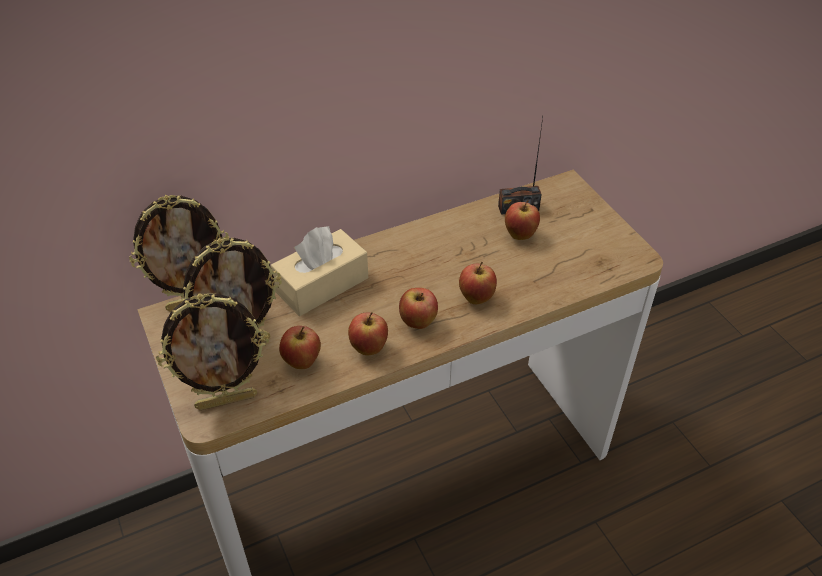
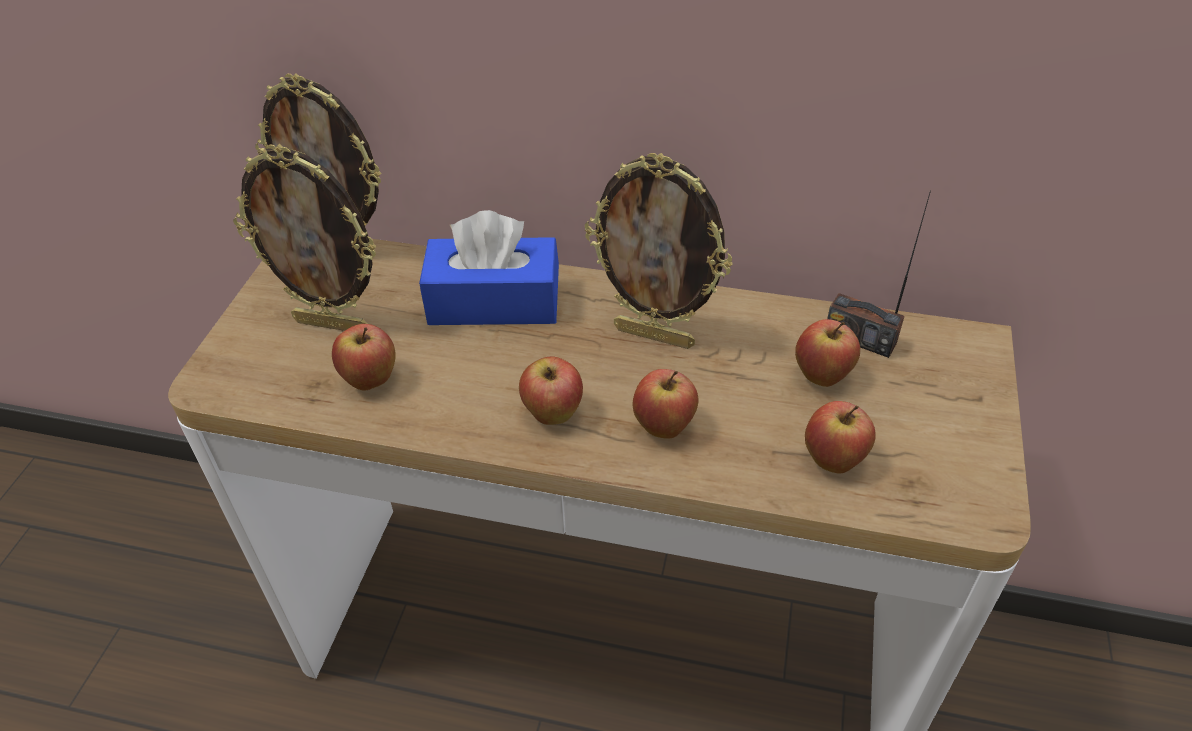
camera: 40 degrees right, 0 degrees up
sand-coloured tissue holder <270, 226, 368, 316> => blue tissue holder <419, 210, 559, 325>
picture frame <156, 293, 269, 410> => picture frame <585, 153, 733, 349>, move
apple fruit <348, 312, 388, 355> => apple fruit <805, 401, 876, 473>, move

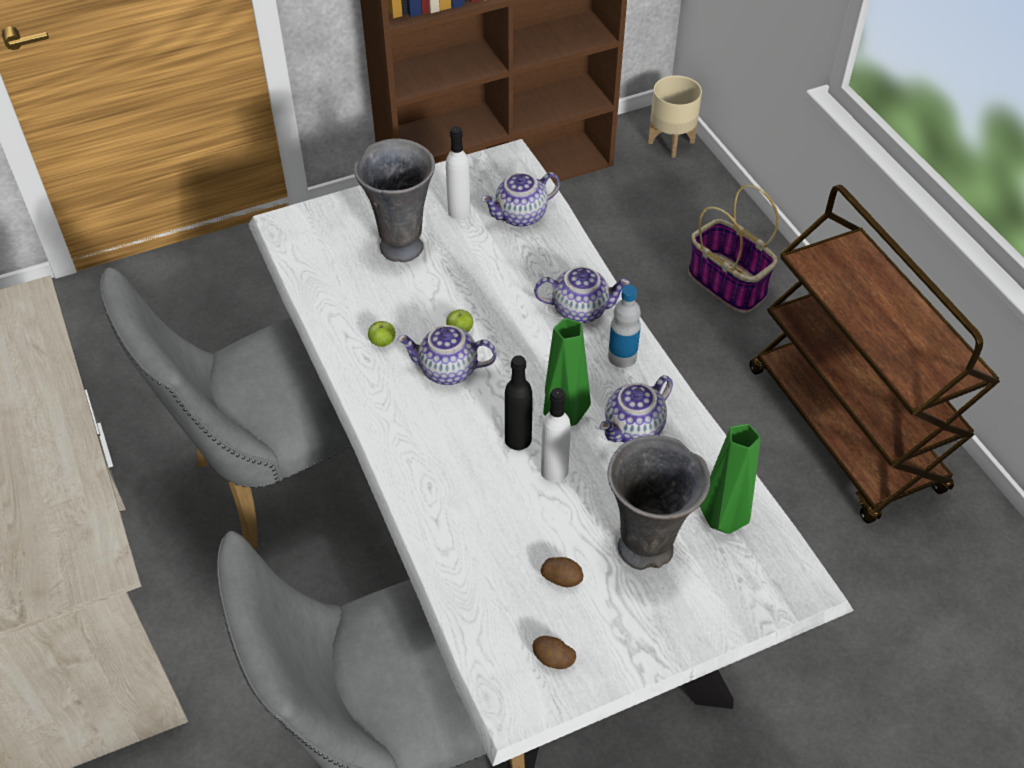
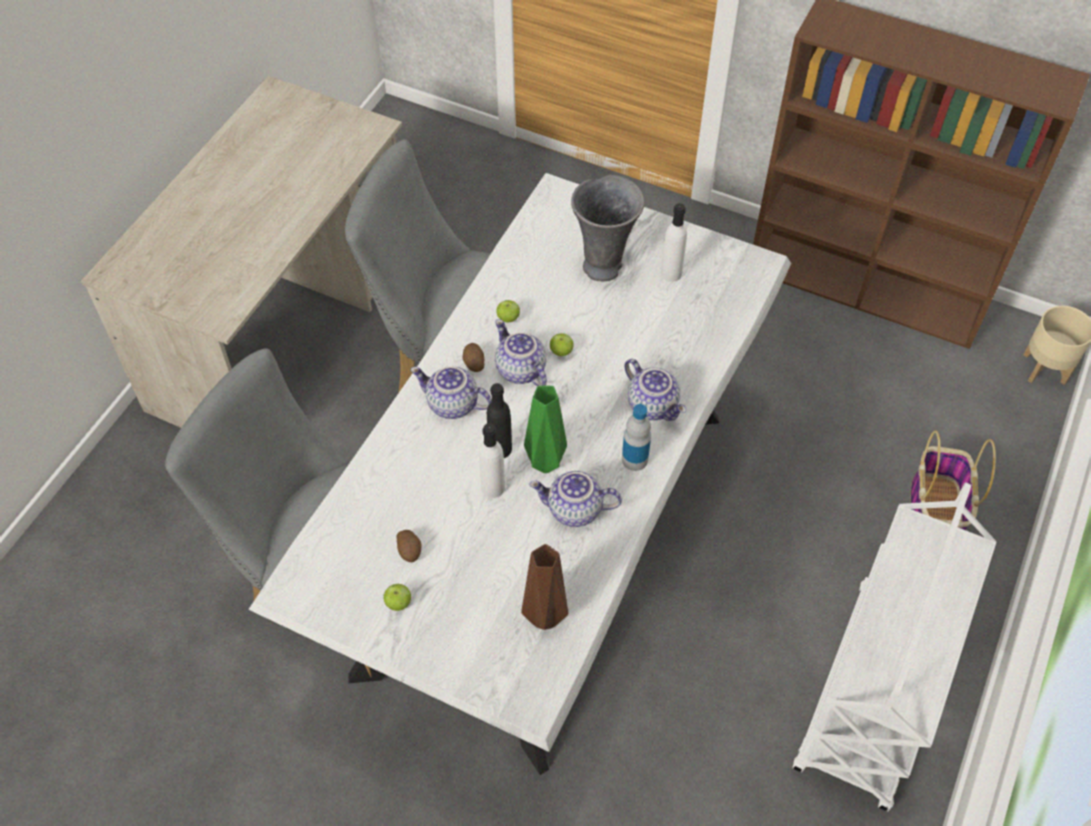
camera: 50 degrees right, 5 degrees up
nothing => apple fruit <384, 584, 411, 611>
tea pot <481, 172, 560, 227> => tea pot <411, 367, 492, 419>, move
spud <532, 636, 576, 669> => spud <462, 343, 484, 372>, move
greenish vase <700, 424, 761, 534> => brown vase <521, 544, 568, 630>
brown cart <749, 185, 1000, 524> => white cart <792, 482, 996, 812>
greyish vase <607, 435, 710, 570> => nothing

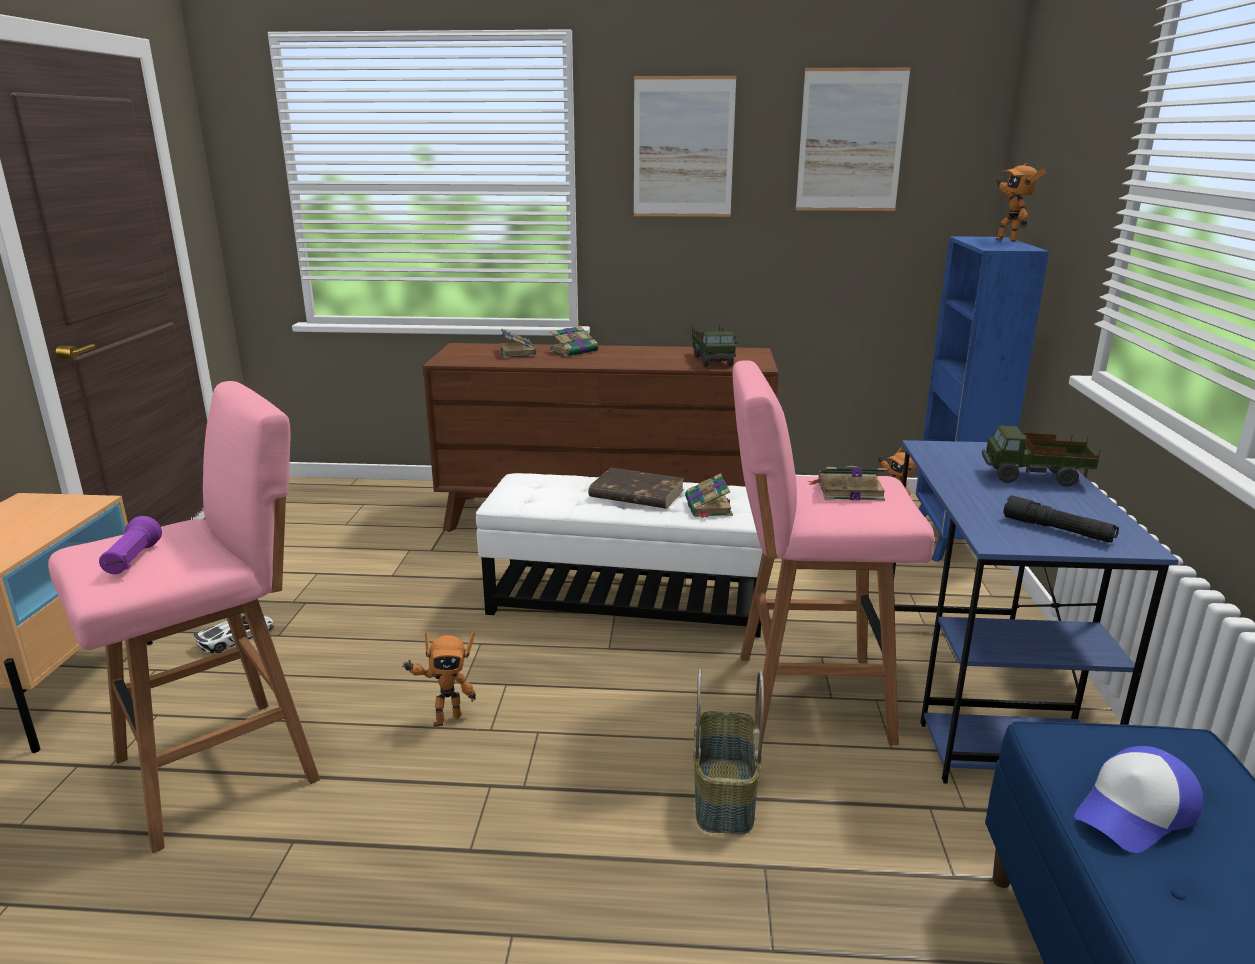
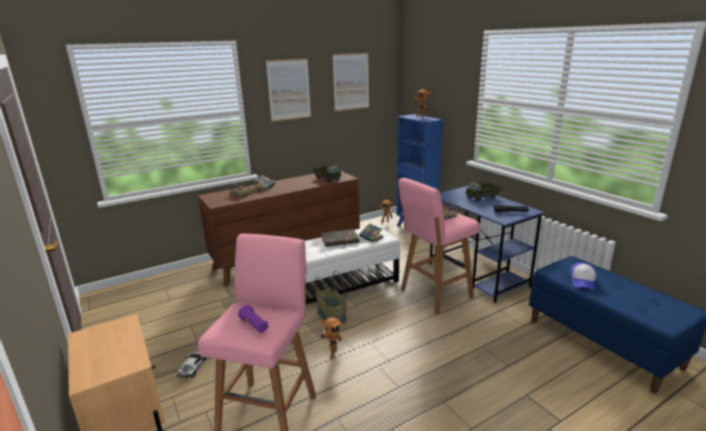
camera: 35 degrees left, 0 degrees up
household basket <693, 668, 764, 834> => household basket <315, 271, 347, 325>, move

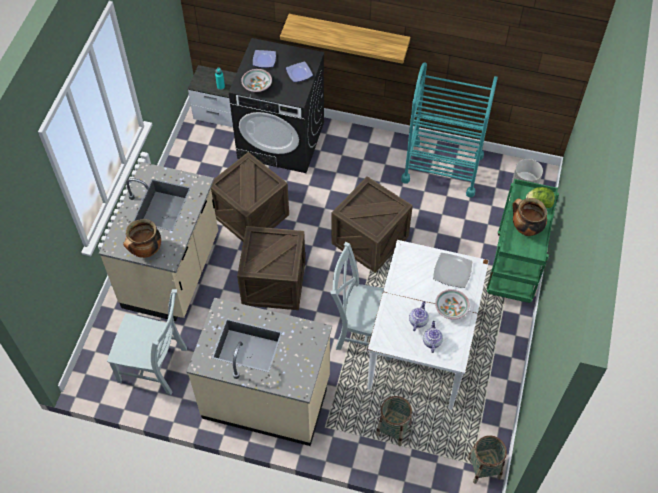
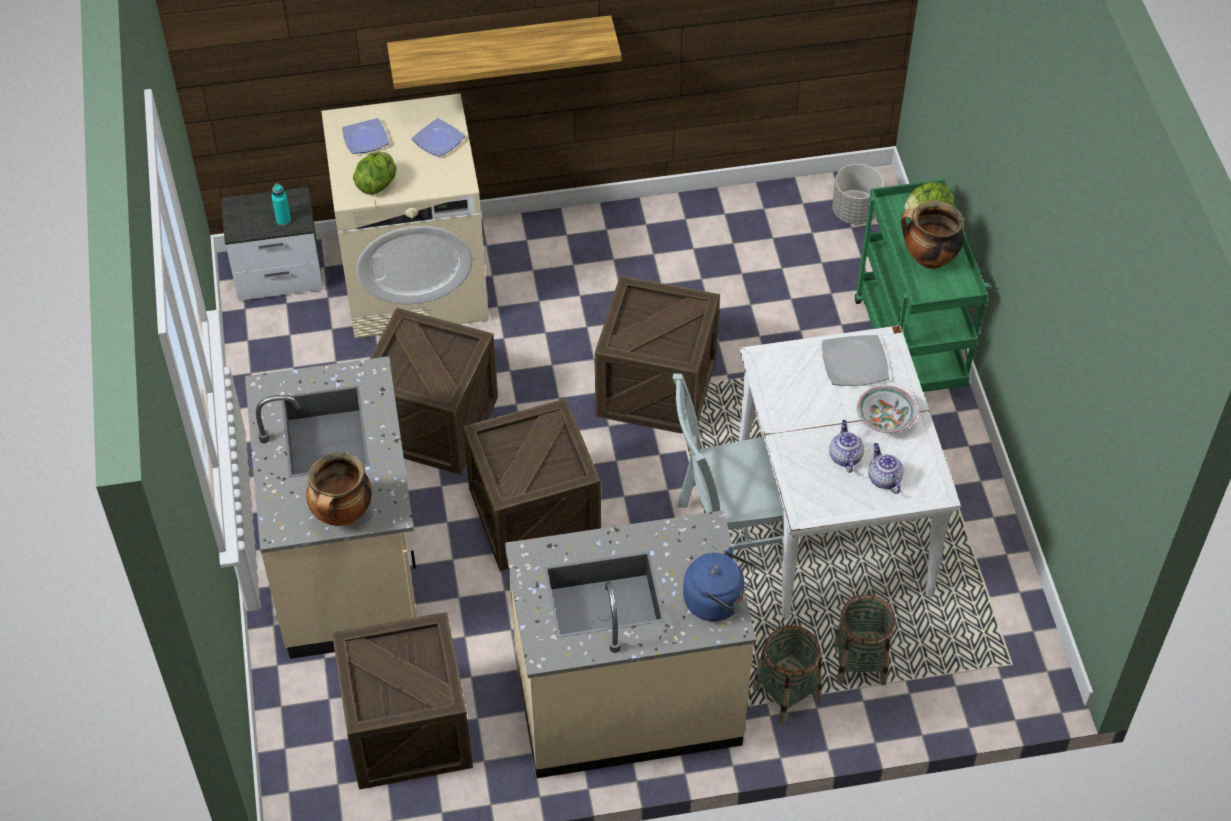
camera: 25 degrees left, 5 degrees down
blackish laundry machine <229, 38, 324, 173> => sand-coloured laundry machine <321, 93, 489, 339>
greyish upright chair <107, 289, 187, 395> => shipping crate <332, 612, 473, 790>
bowl <241, 69, 272, 92> => head of lettuce <353, 152, 396, 195>
nothing => blue tea kettle <683, 547, 756, 621>
household basket <467, 435, 507, 484> => household basket <753, 625, 822, 724>, move
blue-green cart <401, 62, 498, 197> => nothing

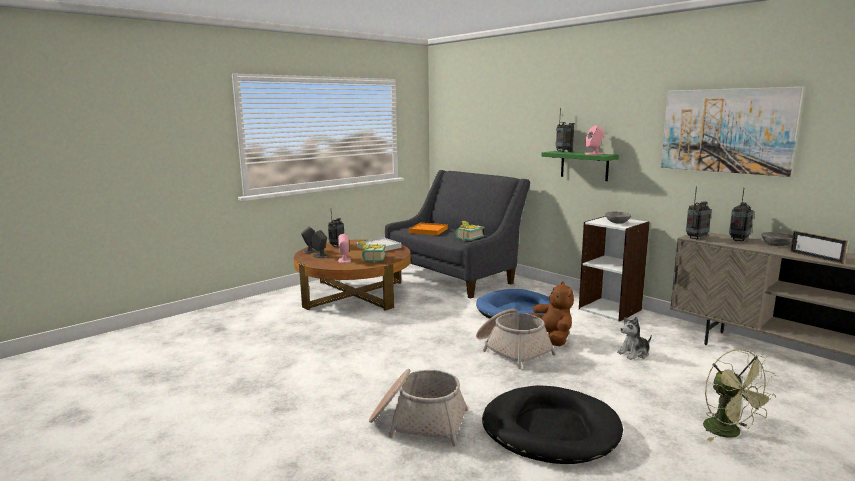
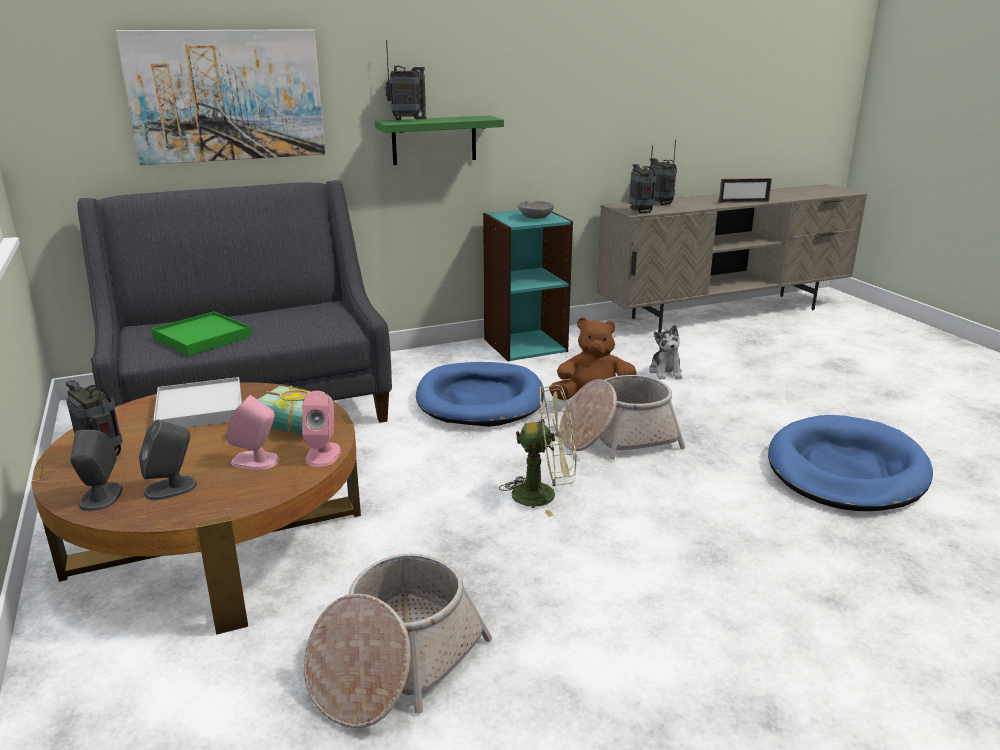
camera: 70 degrees left, 10 degrees up
wall art <661, 87, 804, 177> => wall art <116, 29, 325, 165>, move
orange serving tray <409, 223, 448, 235> => greenish serving tray <151, 311, 252, 356>
pink-coloured loudspeaker <585, 125, 605, 155> => pink-coloured loudspeaker <302, 391, 341, 467>, move
household basket <369, 369, 468, 447> => household basket <304, 554, 492, 728>, move
white bookshelf <579, 216, 650, 322> => blue-green bookshelf <483, 210, 573, 361>
greenish electric fan <703, 349, 776, 441> => greenish electric fan <499, 385, 576, 517>, move
blackish dog cushion <482, 385, 623, 464> => blue dog cushion <768, 415, 933, 511>
bound book <456, 221, 484, 241> => nothing
greyish bowl <761, 232, 793, 246> => nothing

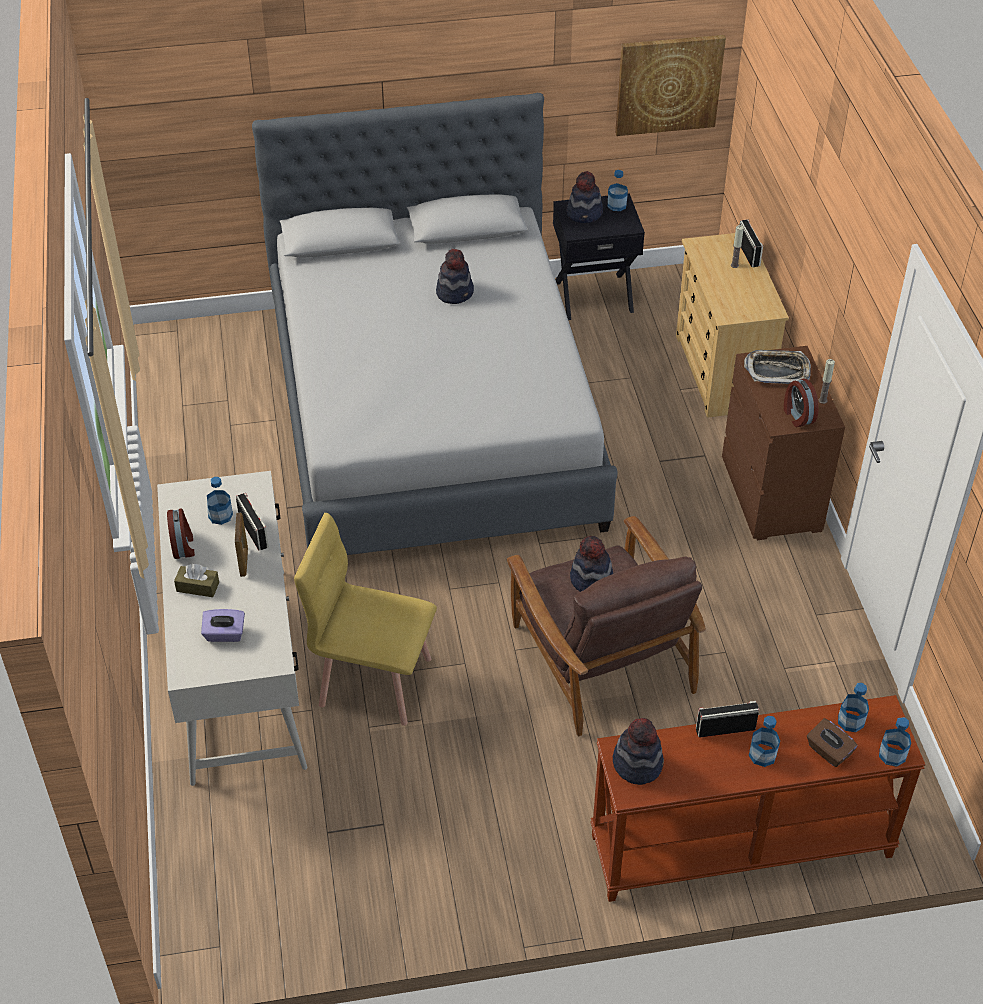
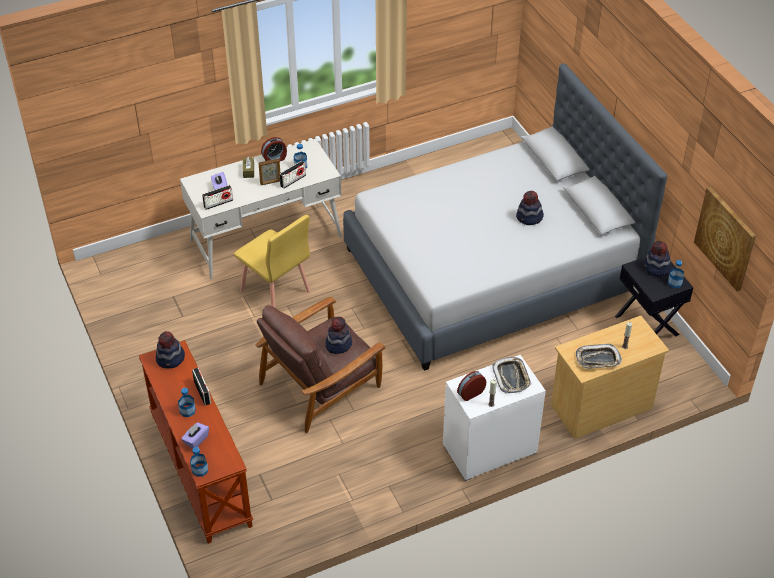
camera: 75 degrees right, 0 degrees up
brown tissue holder <807, 718, 857, 767> => purplish tissue holder <181, 422, 209, 448>
radio receiver <739, 220, 763, 267> => radio receiver <202, 185, 233, 210>, move
yellowish upright chair <294, 513, 437, 726> => yellowish upright chair <234, 215, 311, 307>, 135 degrees clockwise
brown drawer chest <722, 346, 845, 540> => white drawer chest <443, 355, 546, 481>
nothing => serving tray <576, 344, 622, 369>
beverage bottle <838, 683, 869, 732> => nothing

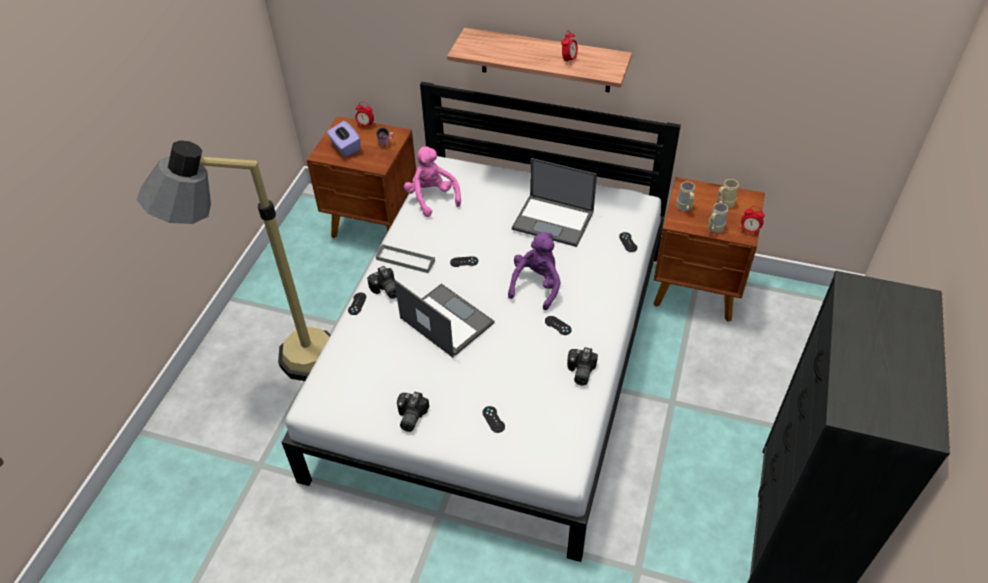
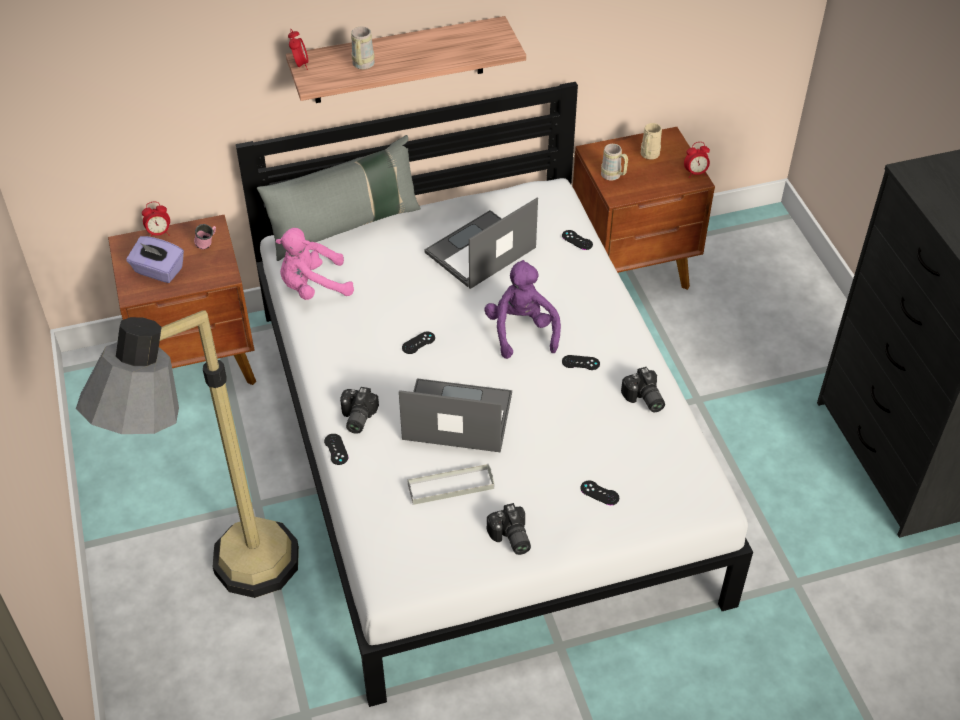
camera: 35 degrees left, 0 degrees up
nothing => greyish cushion <257, 135, 421, 261>
pink-coloured soft toy <404, 146, 461, 217> => pink-coloured soft toy <276, 228, 354, 300>, 45 degrees counterclockwise
table clock <561, 30, 578, 65> => table clock <288, 29, 309, 70>, move
photo camera <367, 266, 397, 299> => photo camera <340, 387, 379, 434>, 75 degrees clockwise
sand-coloured tea mug <708, 203, 728, 233> => sand-coloured tea mug <351, 26, 375, 70>, move
greyish serving tray <376, 244, 435, 273> => greyish serving tray <407, 464, 494, 505>, move
notebook computer <512, 158, 597, 247> => notebook computer <424, 198, 538, 289>, 150 degrees clockwise

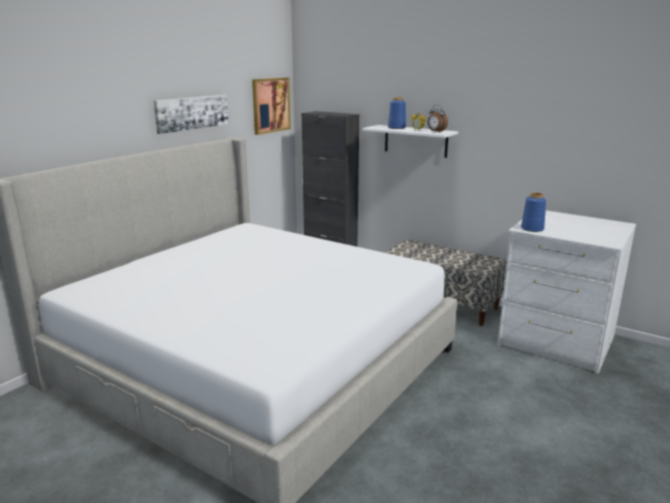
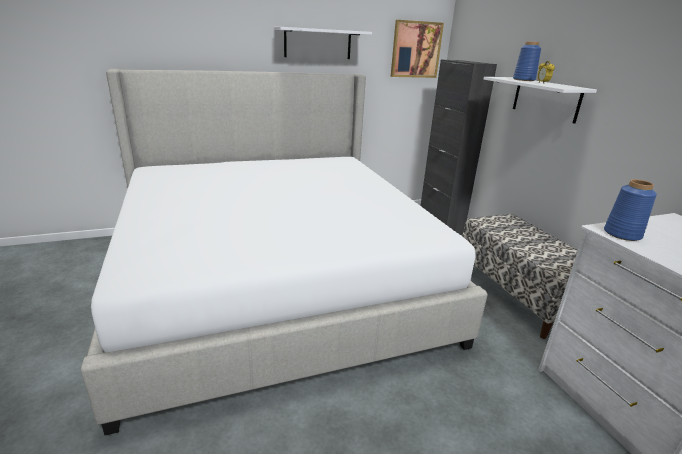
camera: 35 degrees right, 5 degrees up
wall art <154, 95, 228, 134> => white wall shelf <274, 27, 372, 59>
table clock <428, 105, 448, 132> => nothing

